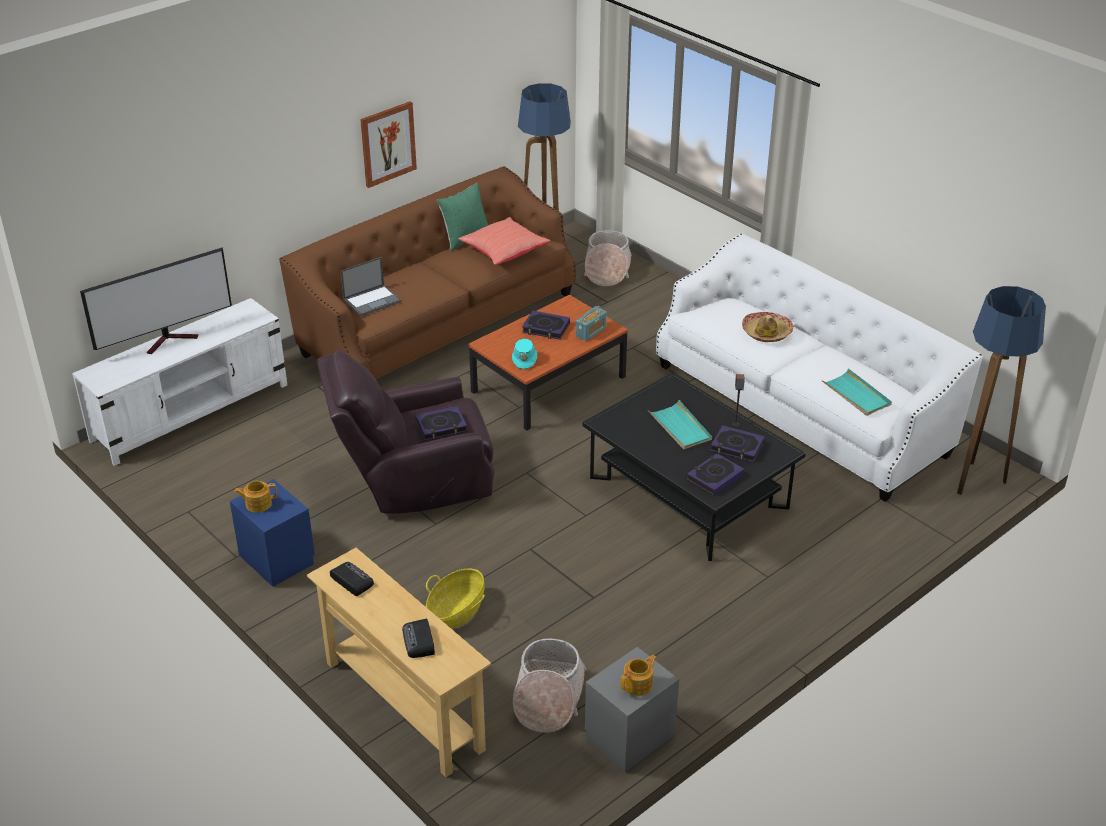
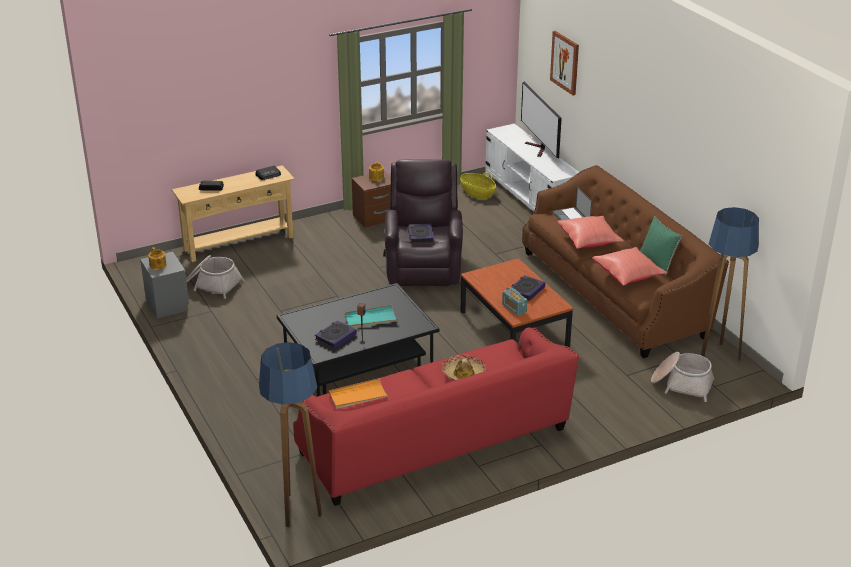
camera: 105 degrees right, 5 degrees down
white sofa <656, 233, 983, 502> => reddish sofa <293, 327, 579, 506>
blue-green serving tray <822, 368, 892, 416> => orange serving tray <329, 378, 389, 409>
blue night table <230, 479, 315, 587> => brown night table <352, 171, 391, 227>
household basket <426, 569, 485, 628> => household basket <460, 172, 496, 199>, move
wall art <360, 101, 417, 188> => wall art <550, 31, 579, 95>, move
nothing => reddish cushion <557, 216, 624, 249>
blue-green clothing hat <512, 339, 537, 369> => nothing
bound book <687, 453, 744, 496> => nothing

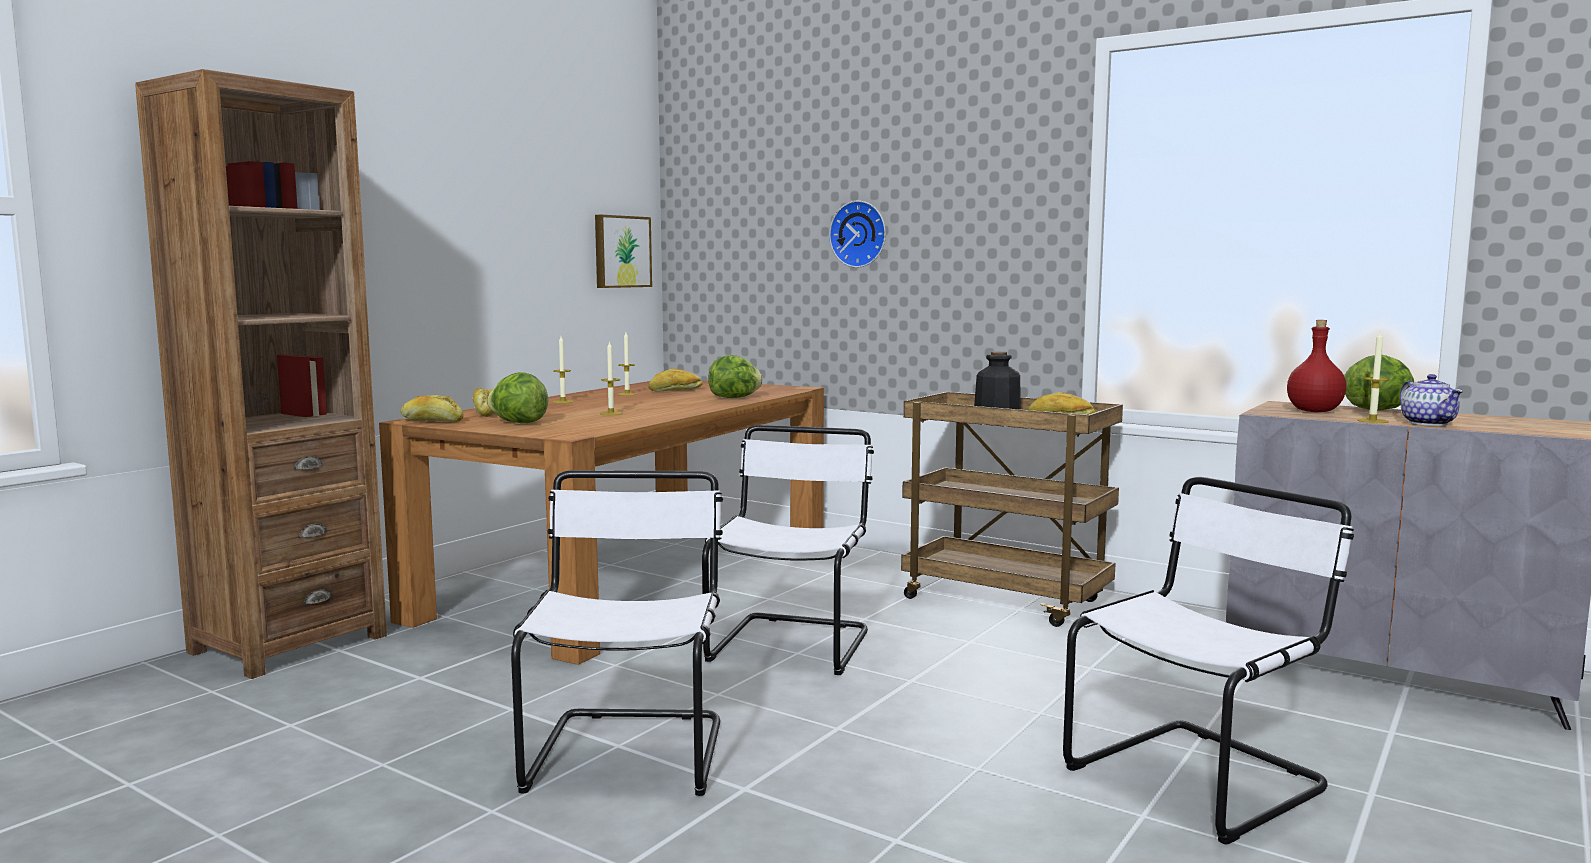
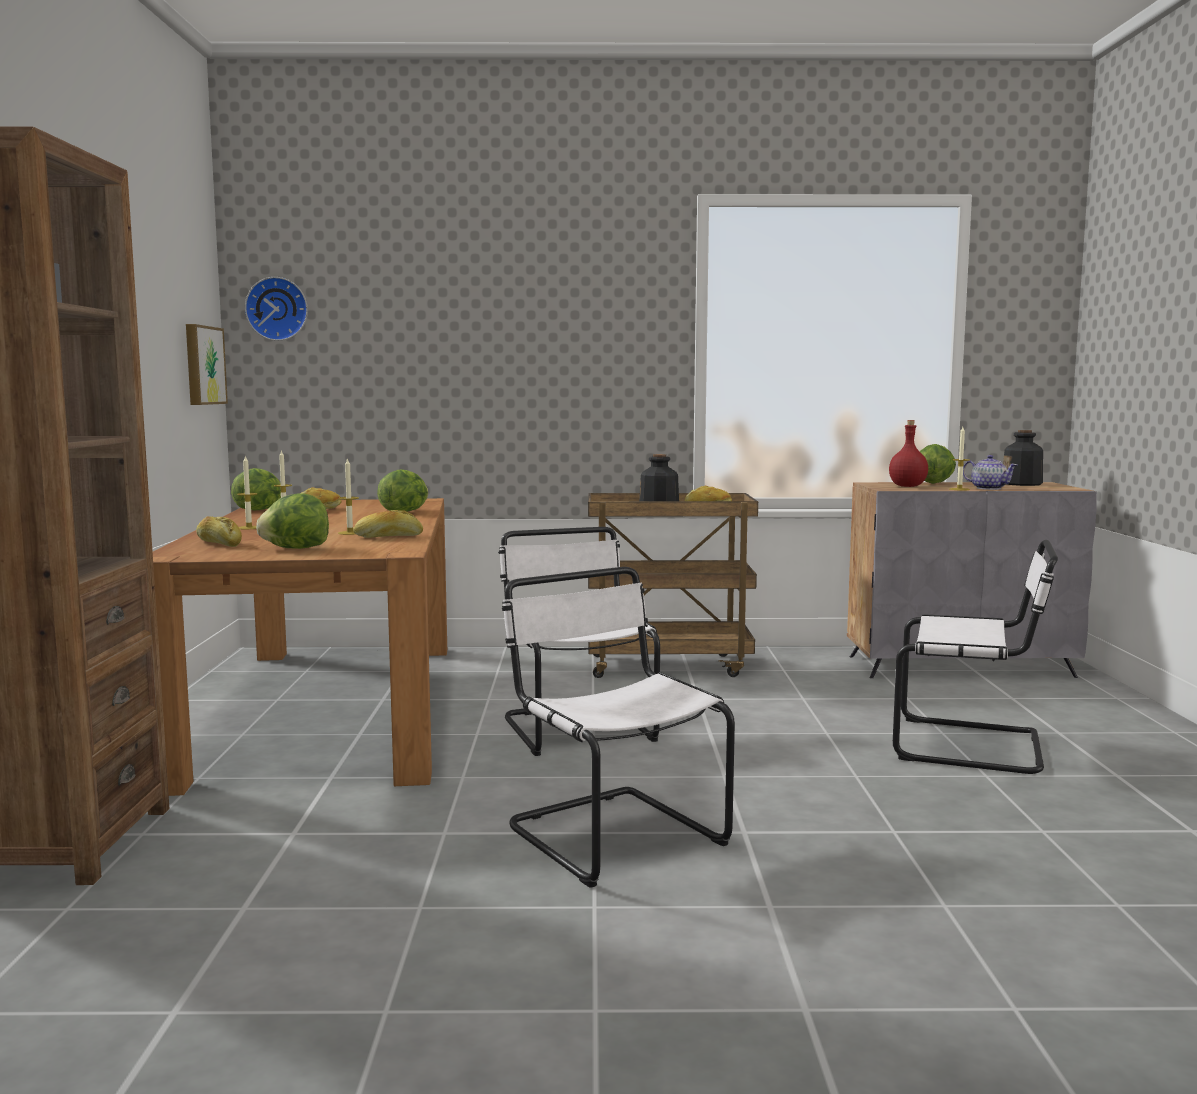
camera: 35 degrees left, 0 degrees up
nothing => head of lettuce <231, 468, 281, 510>
clock on the wall <829, 200, 886, 268> => clock on the wall <245, 277, 308, 341>, move
bakery bread <401, 395, 464, 422> => bakery bread <353, 510, 423, 538>, move
white upright chair <1063, 477, 1354, 845> => white upright chair <893, 540, 1058, 774>, 90 degrees clockwise
nothing => beverage bottle <1003, 430, 1043, 486>

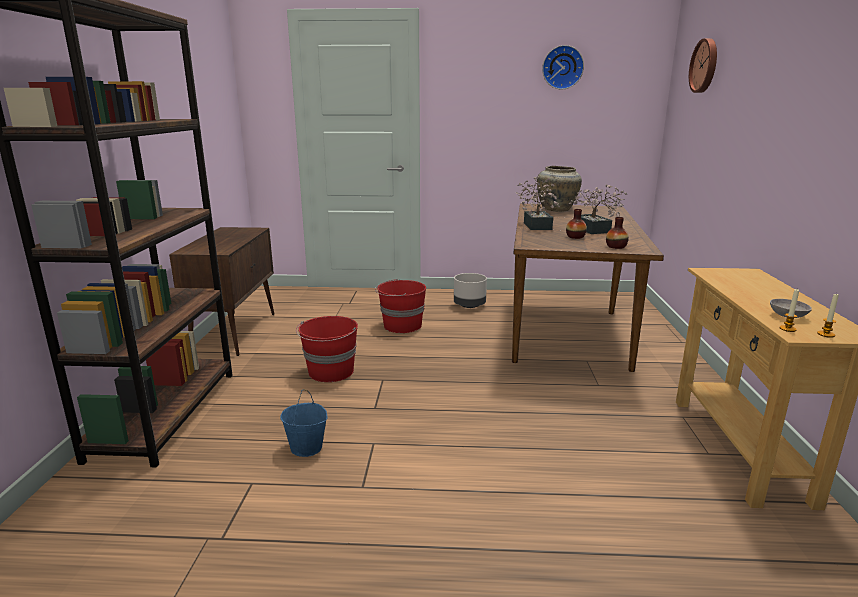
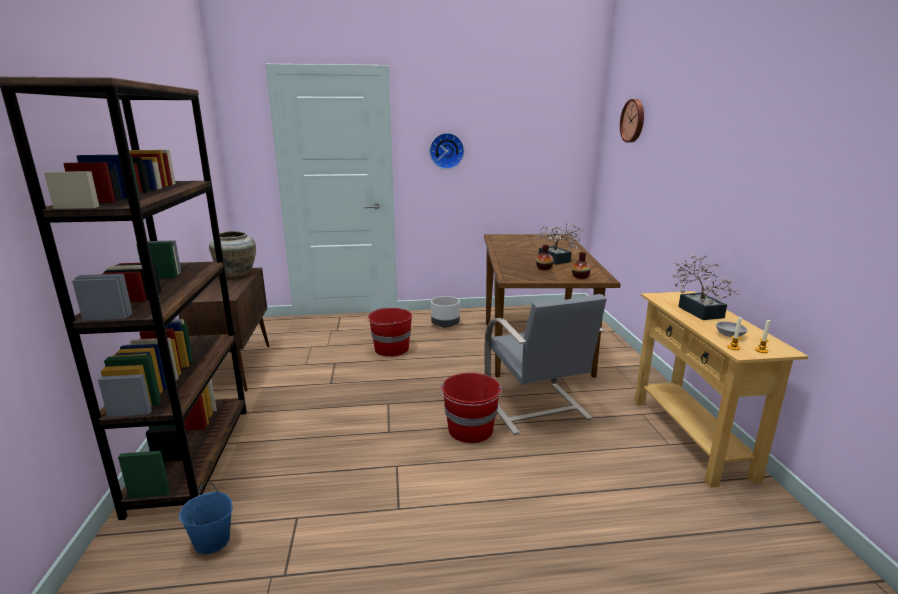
camera: 10 degrees left, 0 degrees up
blue bucket <280, 390, 328, 457> => blue bucket <179, 482, 233, 554>, move
sand-coloured vase <537, 166, 582, 212> => sand-coloured vase <209, 231, 256, 277>, move
clock on the wall <542, 45, 584, 90> => clock on the wall <430, 133, 464, 169>, move
reddish bucket <296, 316, 358, 382> => reddish bucket <440, 373, 502, 443>, move
nothing => greyish upright chair <485, 294, 607, 435>
houseplant <516, 176, 560, 230> => houseplant <672, 255, 739, 320>, move

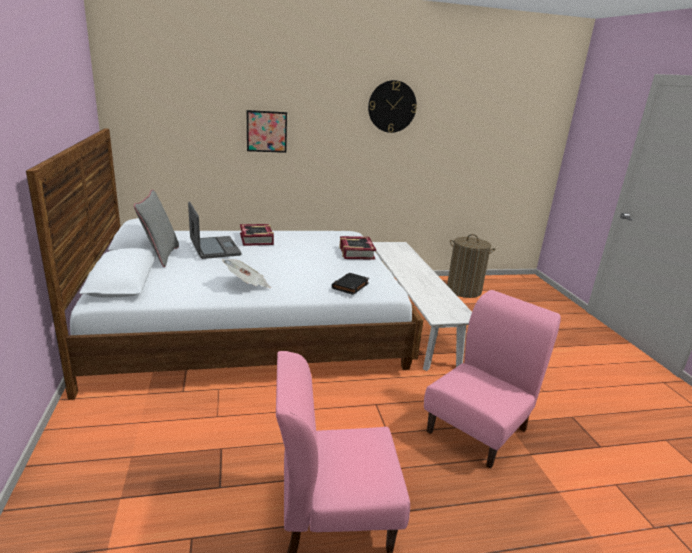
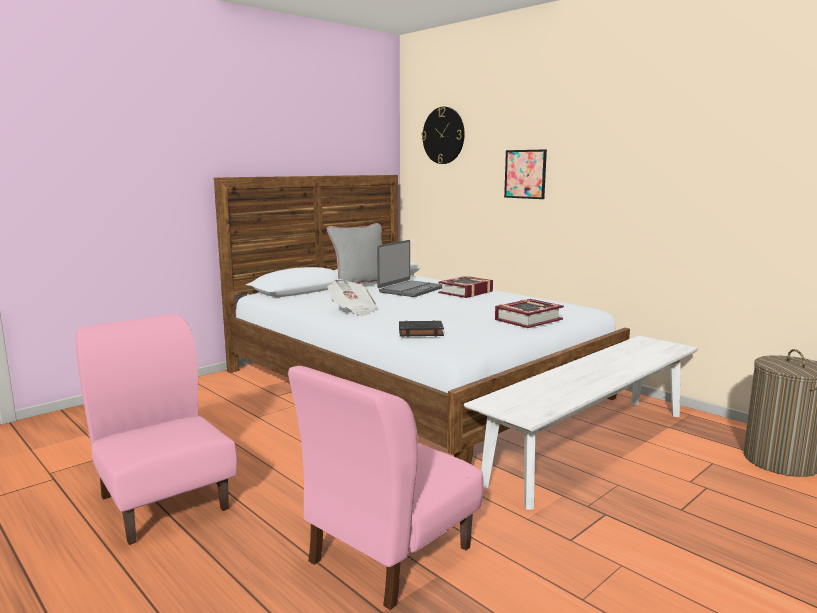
camera: 60 degrees right, 10 degrees down
pink-coloured upright chair <424, 290, 561, 469> => pink-coloured upright chair <288, 366, 484, 610>, 120 degrees clockwise
clock on the wall <368, 80, 417, 133> => clock on the wall <422, 107, 465, 164>, move

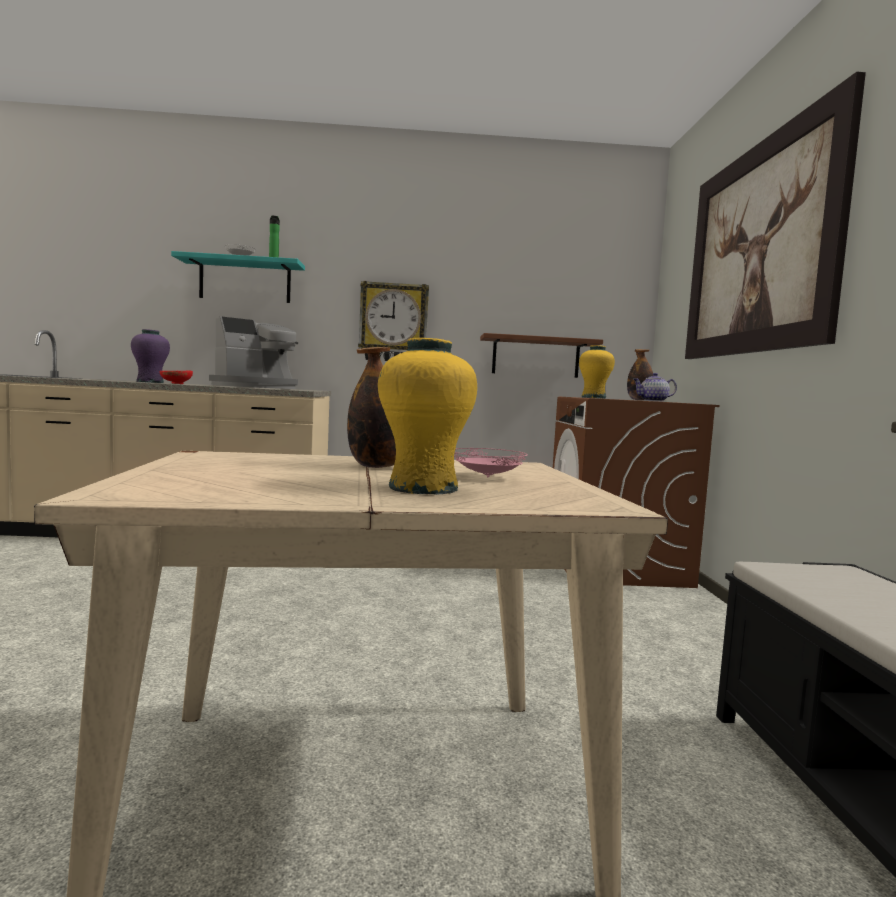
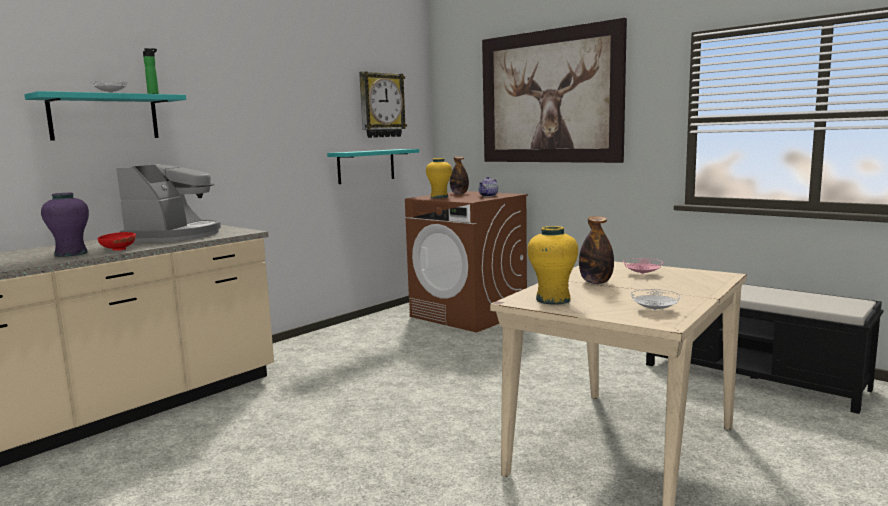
camera: 45 degrees left, 5 degrees up
brown wall shelf <480, 333, 603, 378> => blue-green wall shelf <327, 149, 419, 184>
clock on the wall <358, 281, 429, 361> => clock on the wall <359, 71, 407, 138>, move
yellowish vase <378, 338, 477, 495> => yellowish vase <527, 226, 578, 305>, move
nothing => white flat dish <631, 289, 681, 311>

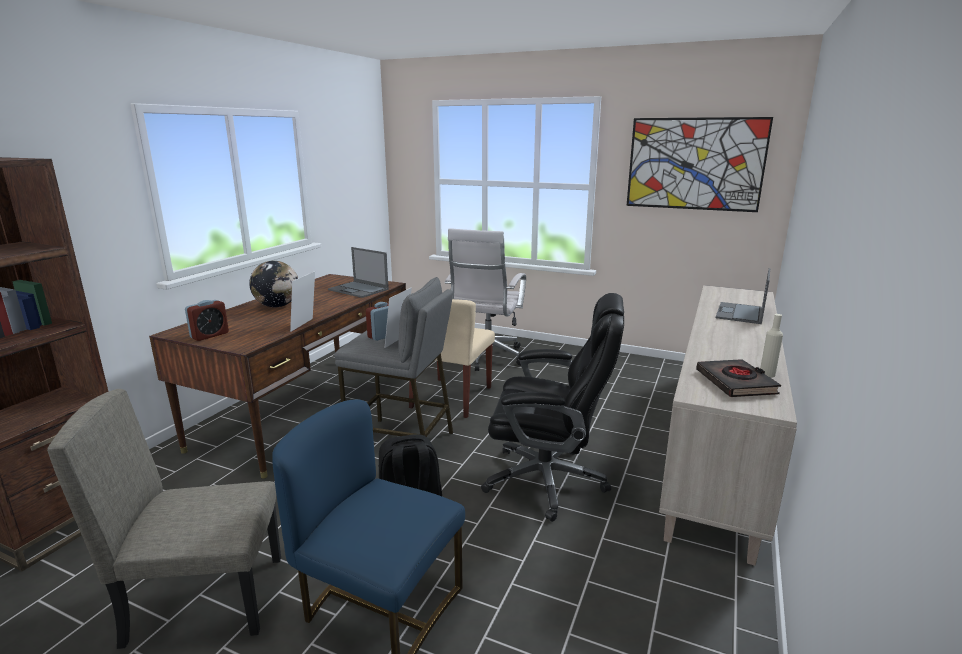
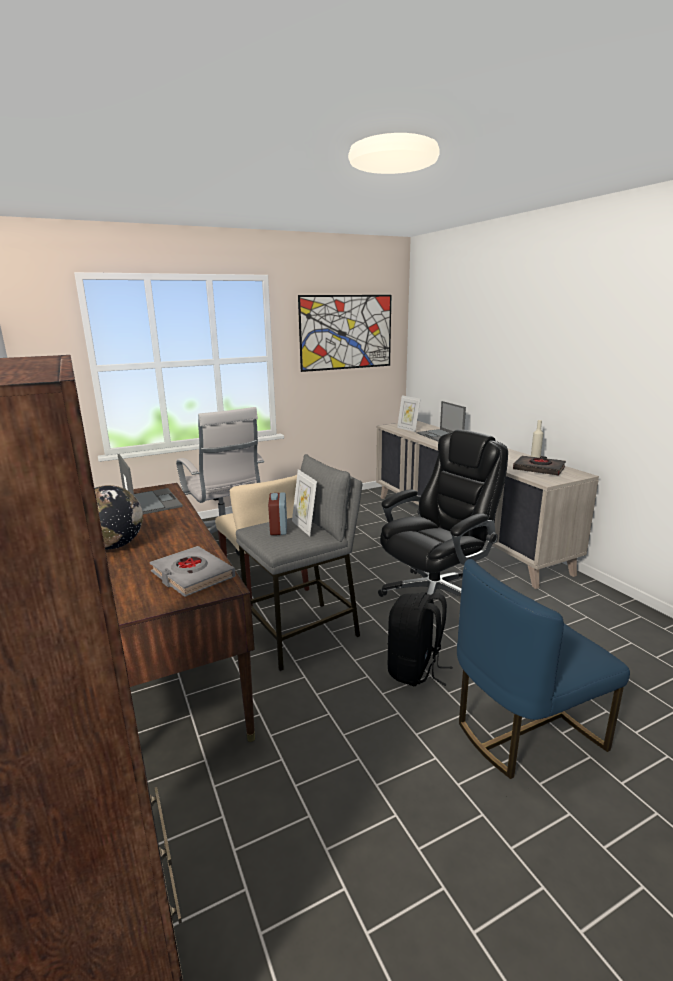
camera: 50 degrees left, 0 degrees up
notebook computer <328, 247, 389, 298> => notebook computer <118, 454, 183, 514>, 105 degrees counterclockwise
nothing => greyish bound book <150, 546, 235, 597>
picture frame <290, 271, 315, 332> => picture frame <397, 395, 420, 432>, move
sand-coloured upright chair <47, 389, 281, 649> => nothing
table clock <185, 300, 229, 341> => nothing

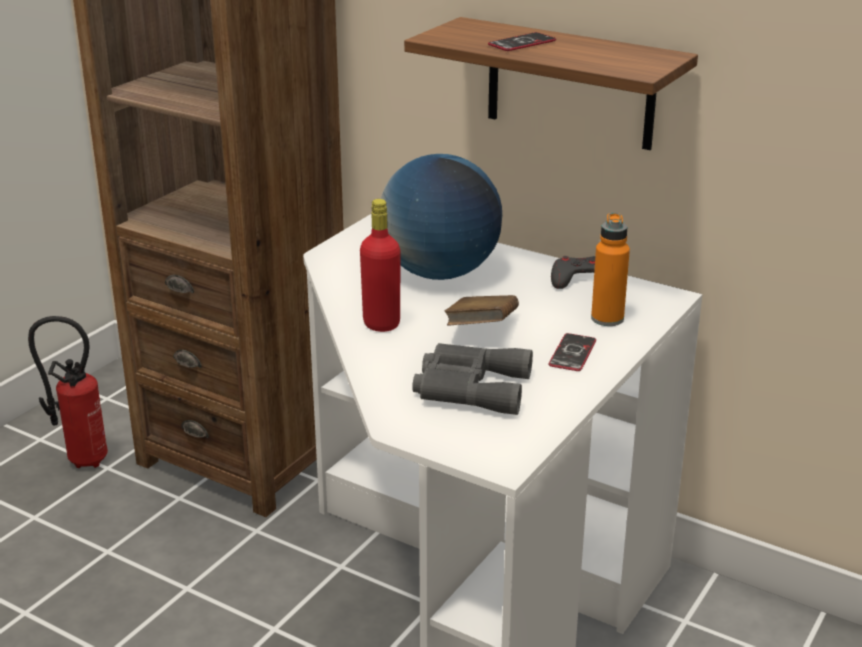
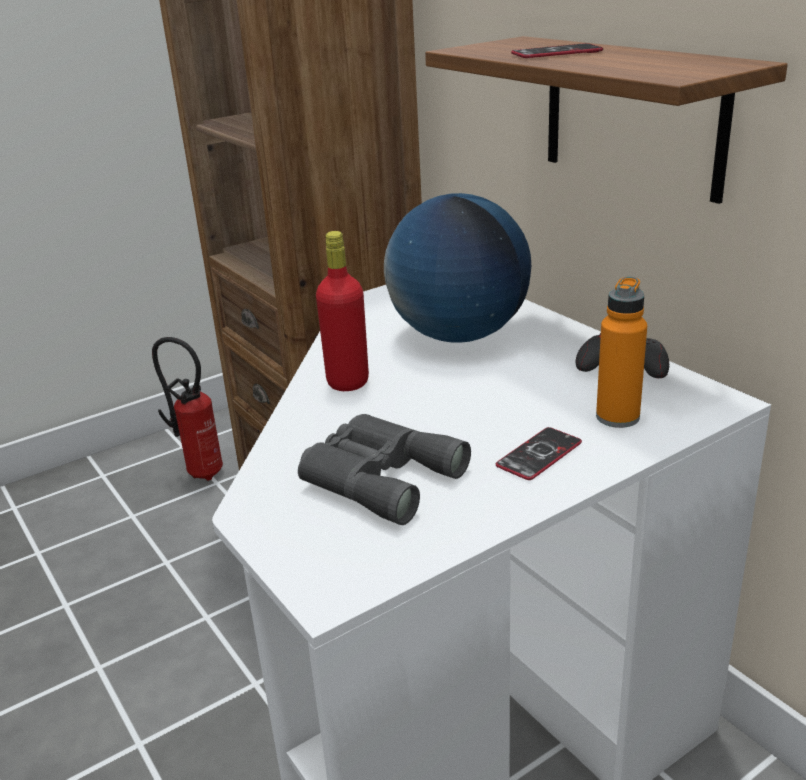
camera: 25 degrees right, 0 degrees up
brown bound book <444, 295, 519, 326> => nothing

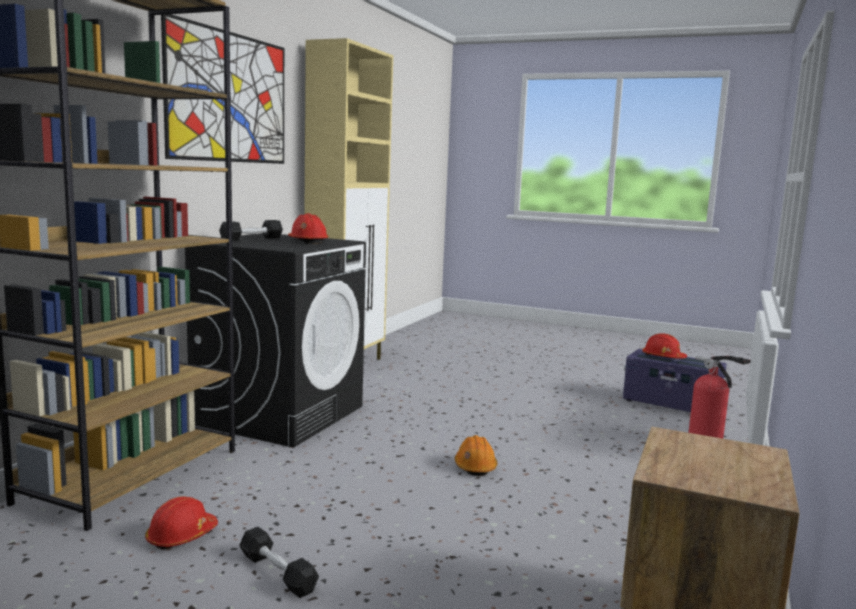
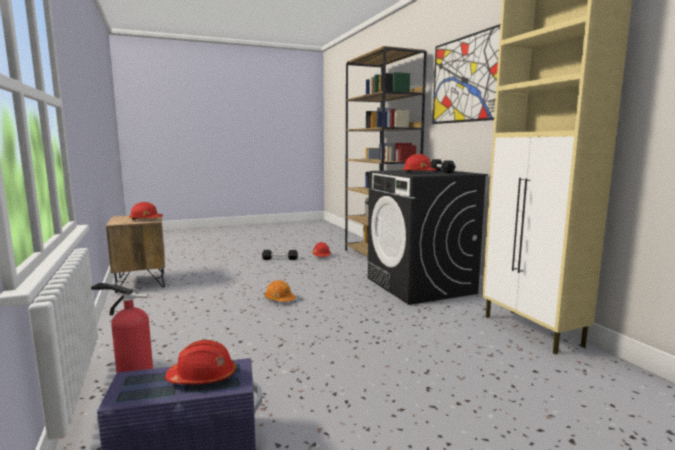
camera: 135 degrees right, 0 degrees up
nothing => reddish hard hat <129, 202, 163, 220>

